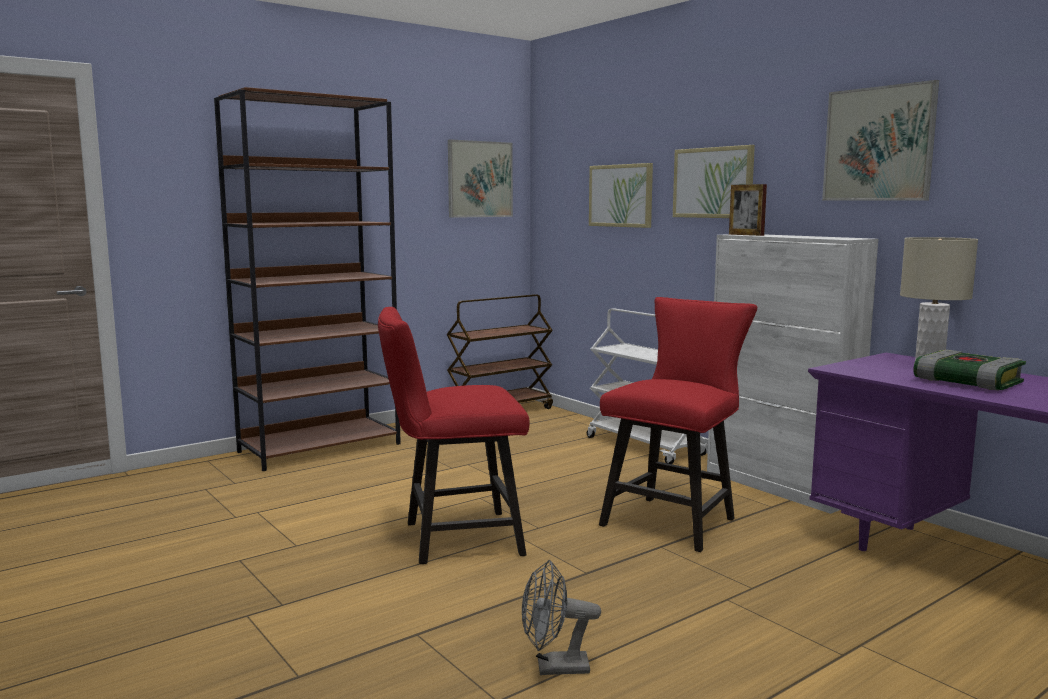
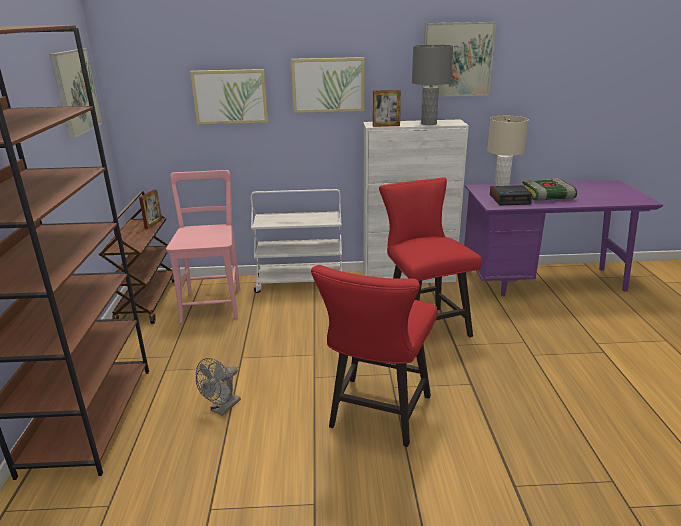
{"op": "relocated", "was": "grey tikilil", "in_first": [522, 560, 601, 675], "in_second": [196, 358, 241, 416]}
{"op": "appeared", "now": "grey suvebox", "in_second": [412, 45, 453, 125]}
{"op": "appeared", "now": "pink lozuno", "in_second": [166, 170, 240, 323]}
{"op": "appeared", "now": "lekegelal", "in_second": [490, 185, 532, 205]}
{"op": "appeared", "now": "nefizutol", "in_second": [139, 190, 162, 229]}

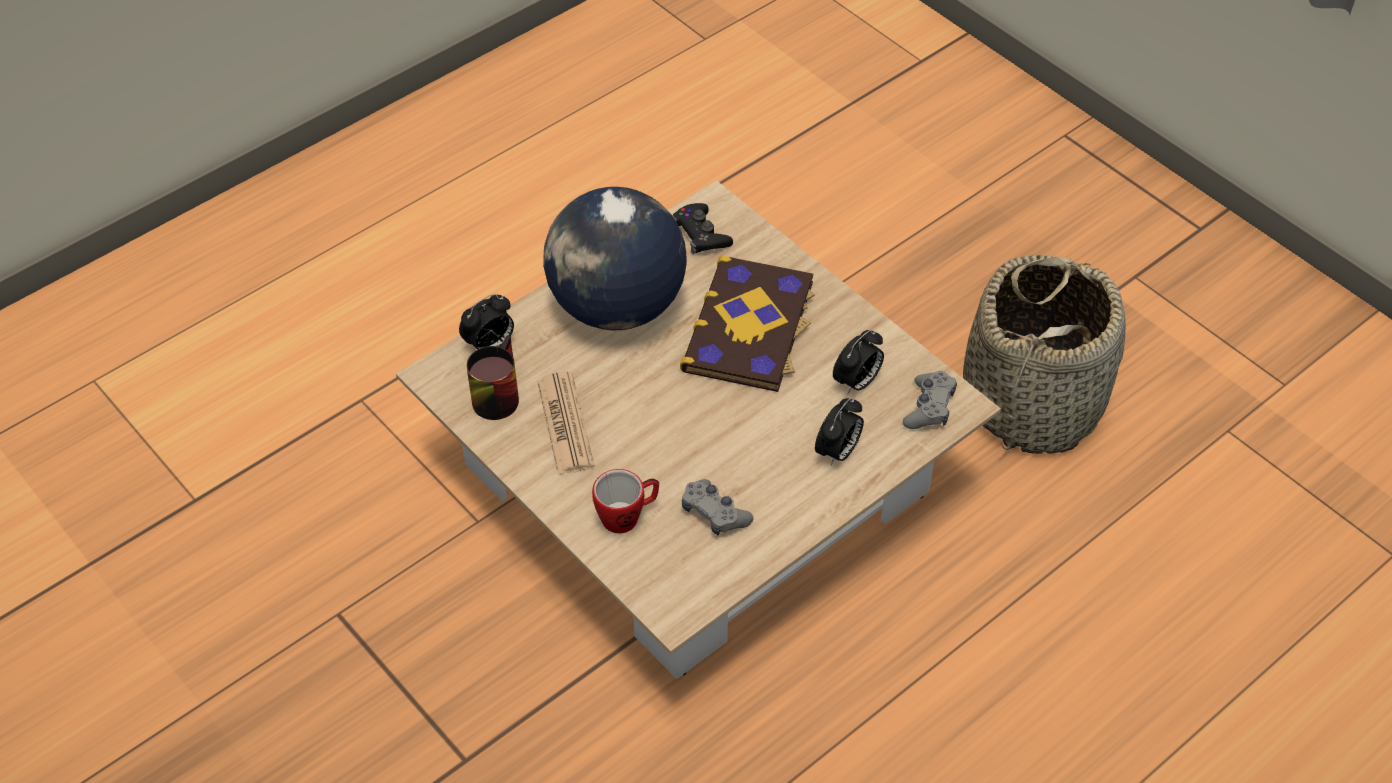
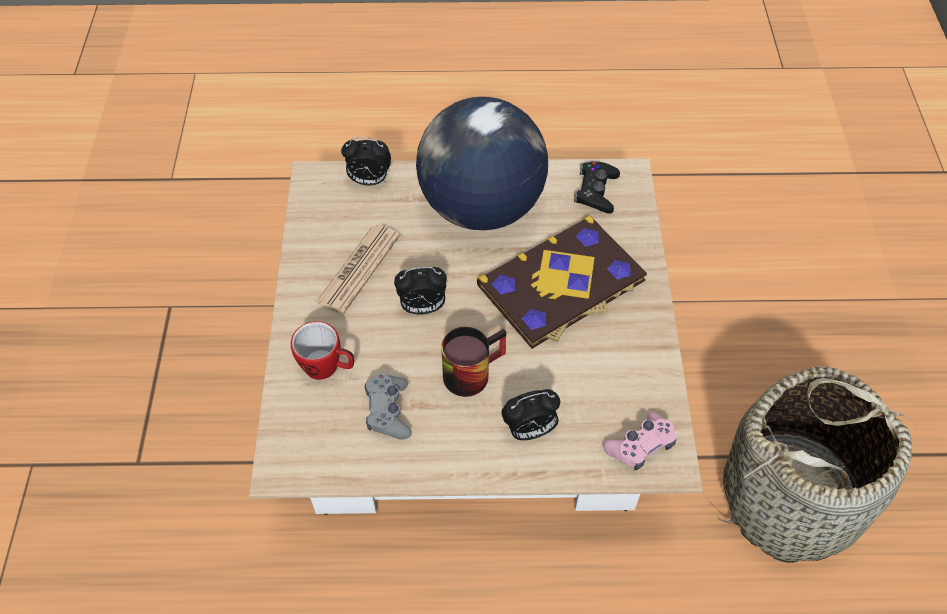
{"op": "relocated", "was": "lekegelal", "in_first": [833, 330, 884, 394], "in_second": [394, 267, 447, 315]}
{"op": "relocated", "was": "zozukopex", "in_first": [467, 336, 519, 420], "in_second": [441, 327, 506, 397]}
{"op": "colour", "was": "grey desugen", "now": "pink desugen", "in_first": [903, 371, 957, 429], "in_second": [603, 412, 676, 470]}

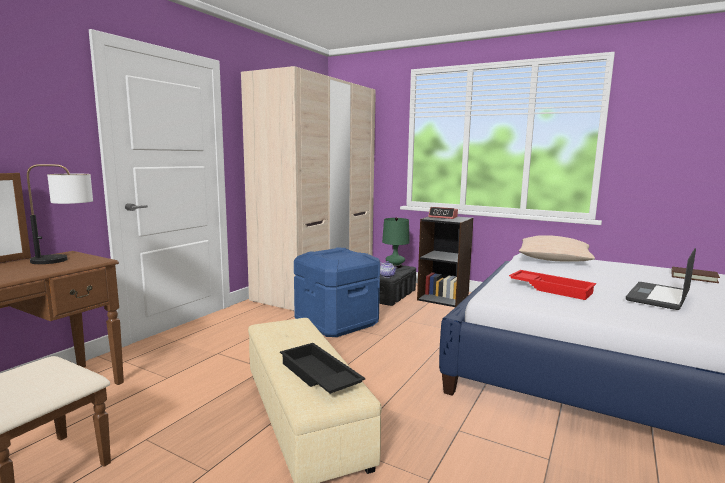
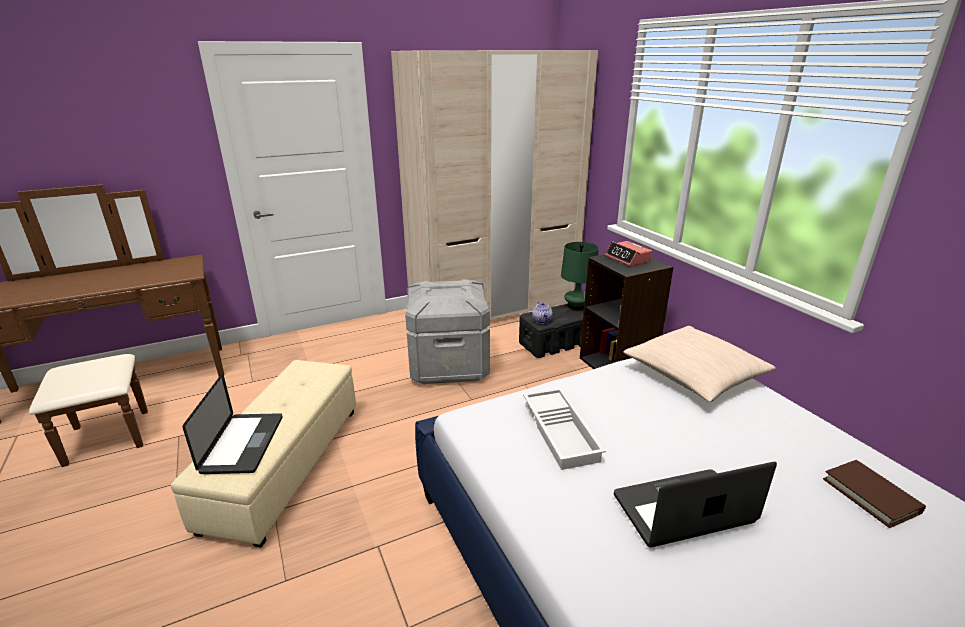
{"op": "missing", "was": "suvebox", "in_first": [27, 164, 93, 264]}
{"op": "colour", "was": "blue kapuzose", "now": "grey kapuzose", "in_first": [294, 247, 380, 337], "in_second": [405, 279, 490, 384]}
{"op": "colour", "was": "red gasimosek", "now": "white gasimosek", "in_first": [509, 270, 596, 300], "in_second": [523, 388, 606, 470]}
{"op": "exchanged", "was": "black gasimosek", "now": "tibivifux", "in_first": [280, 343, 365, 394], "in_second": [182, 374, 282, 474]}

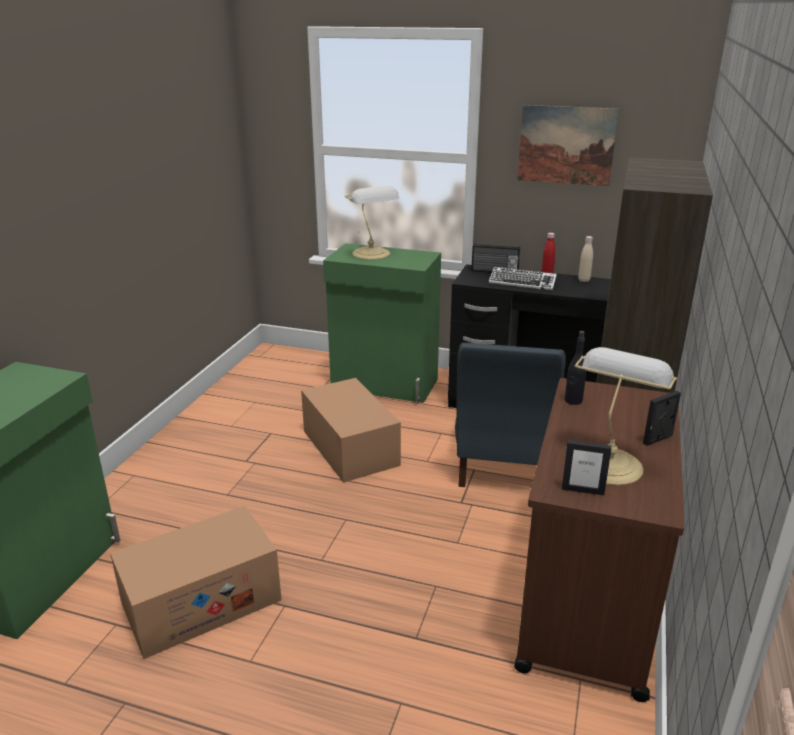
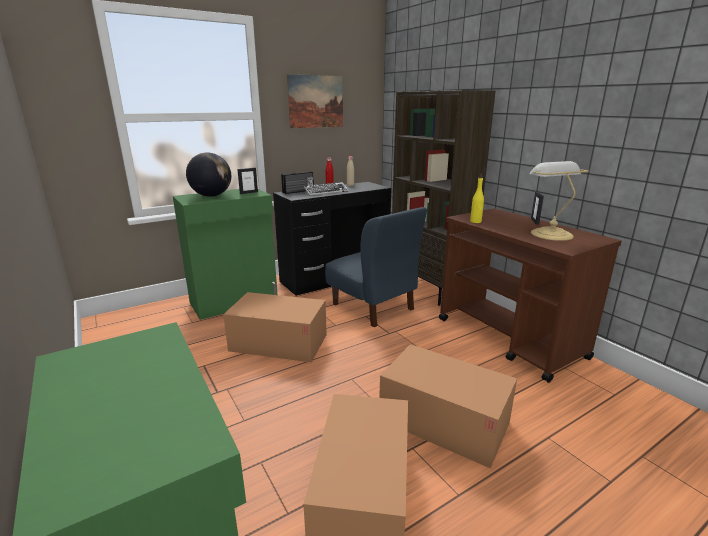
{"op": "exchanged", "was": "suvebox", "now": "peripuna", "in_first": [344, 185, 399, 260], "in_second": [186, 153, 231, 197]}
{"op": "colour", "was": "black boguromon", "now": "yellow boguromon", "in_first": [565, 331, 587, 405], "in_second": [470, 174, 484, 223]}
{"op": "relocated", "was": "nefizutol", "in_first": [562, 440, 611, 495], "in_second": [237, 168, 258, 194]}
{"op": "appeared", "now": "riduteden", "in_second": [379, 344, 517, 469]}

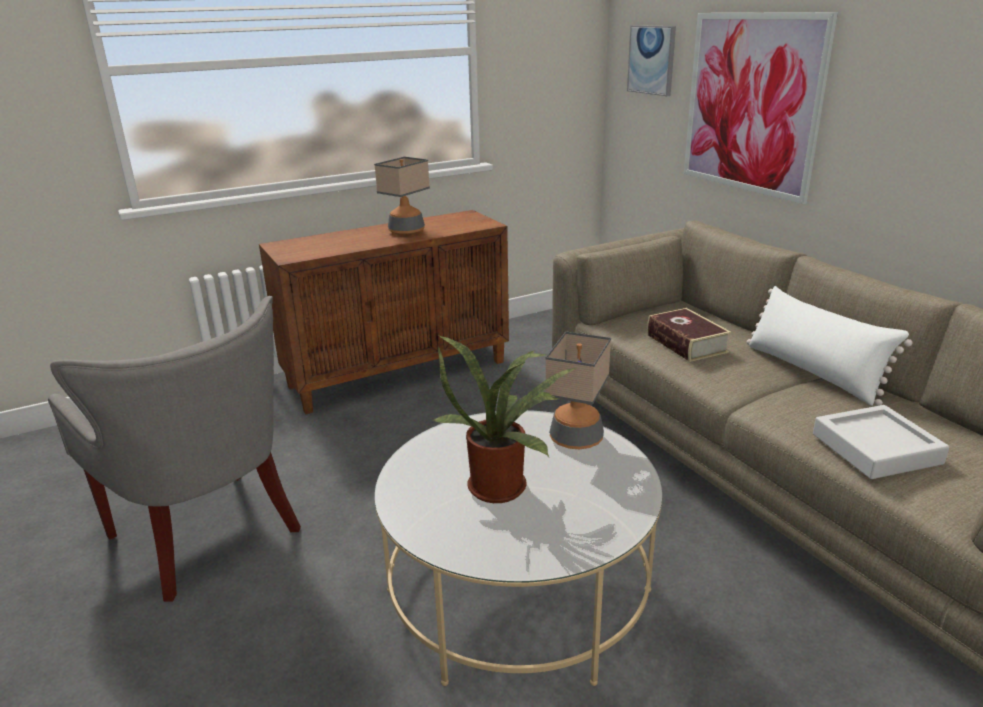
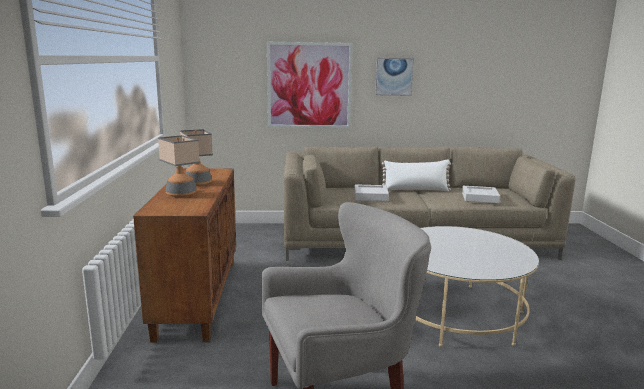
{"op": "relocated", "was": "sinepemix", "in_first": [627, 25, 676, 96], "in_second": [375, 58, 414, 96]}
{"op": "exchanged", "was": "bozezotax", "now": "grey gasimosek", "in_first": [647, 308, 731, 362], "in_second": [354, 184, 389, 201]}
{"op": "relocated", "was": "suvebox", "in_first": [546, 332, 611, 449], "in_second": [158, 135, 200, 197]}
{"op": "missing", "was": "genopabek", "in_first": [434, 336, 577, 503]}

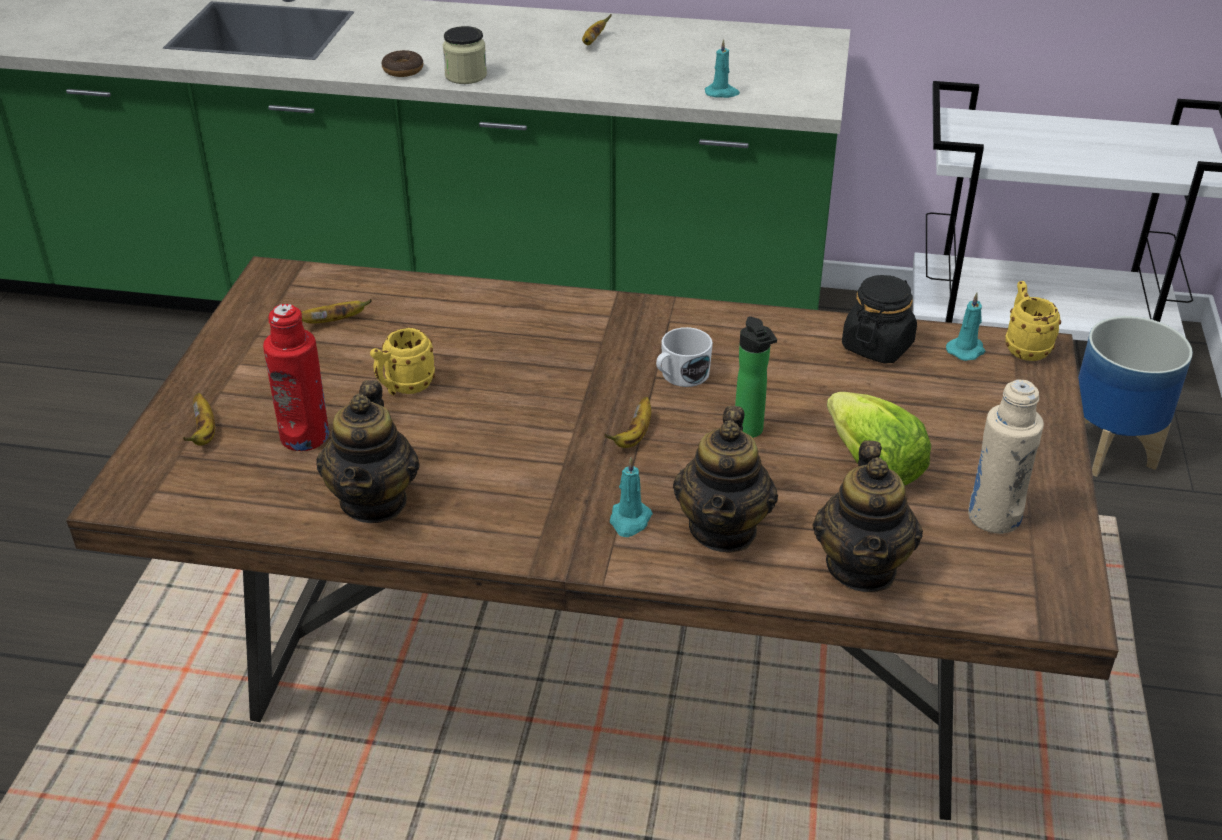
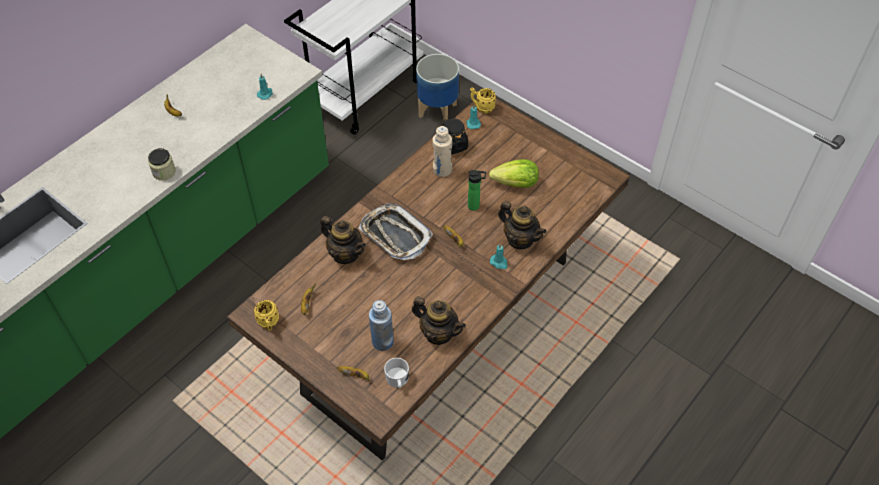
{"op": "missing", "was": "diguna", "in_first": [382, 50, 423, 77]}
{"op": "colour", "was": "red boguromon", "now": "blue boguromon", "in_first": [263, 304, 329, 451], "in_second": [369, 300, 394, 351]}
{"op": "relocated", "was": "white zozukopex", "in_first": [656, 327, 713, 387], "in_second": [384, 358, 409, 388]}
{"op": "relocated", "was": "yellow zozukopex", "in_first": [370, 328, 435, 395], "in_second": [254, 300, 279, 331]}
{"op": "relocated", "was": "beige boguromon", "in_first": [968, 380, 1044, 534], "in_second": [432, 126, 452, 177]}
{"op": "relocated", "was": "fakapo", "in_first": [813, 440, 923, 592], "in_second": [321, 216, 366, 264]}
{"op": "appeared", "now": "gasimosek", "in_second": [359, 203, 433, 260]}

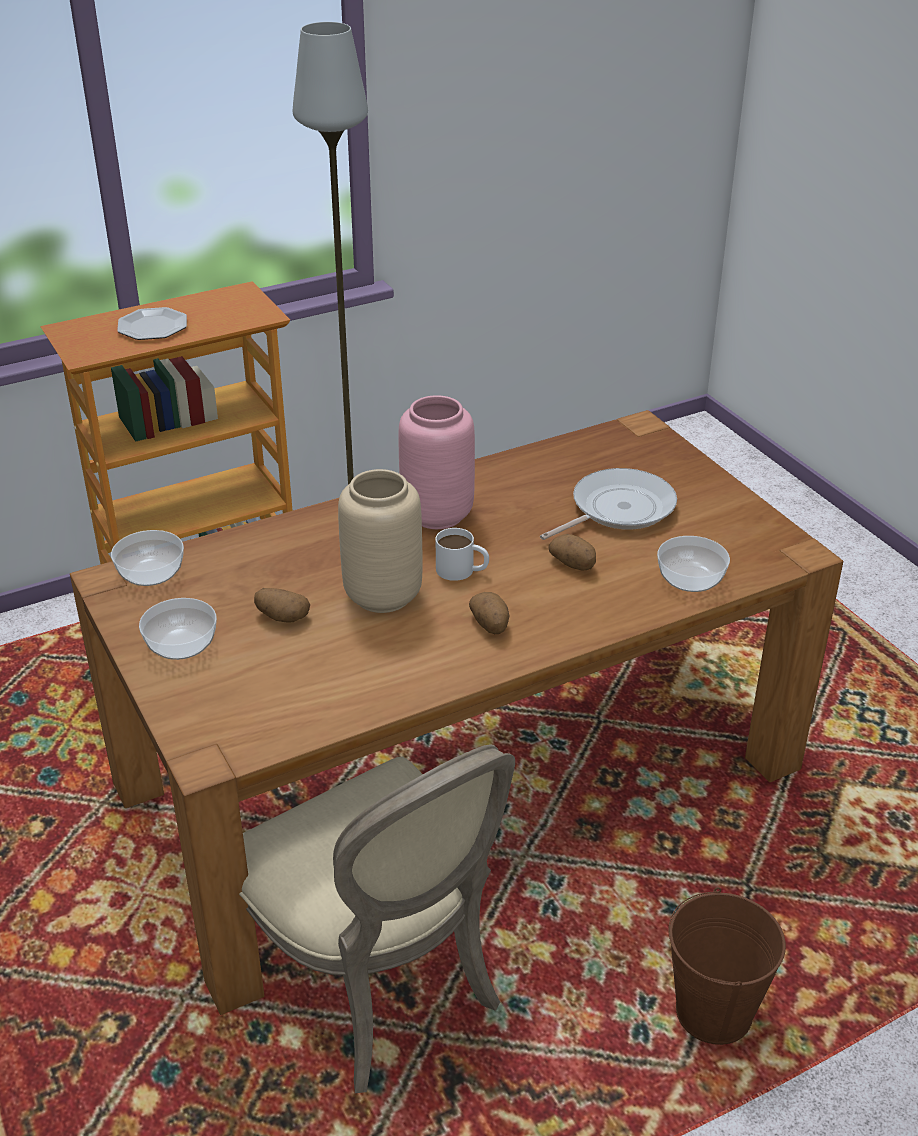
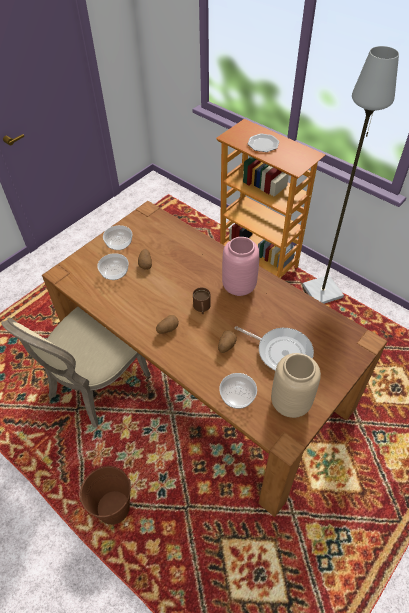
{"op": "relocated", "was": "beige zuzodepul", "in_first": [338, 469, 423, 613], "in_second": [271, 353, 321, 418]}
{"op": "colour", "was": "white zozukopex", "now": "brown zozukopex", "in_first": [436, 528, 489, 581], "in_second": [193, 287, 210, 314]}
{"op": "relocated", "was": "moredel", "in_first": [111, 530, 184, 586], "in_second": [97, 253, 129, 280]}

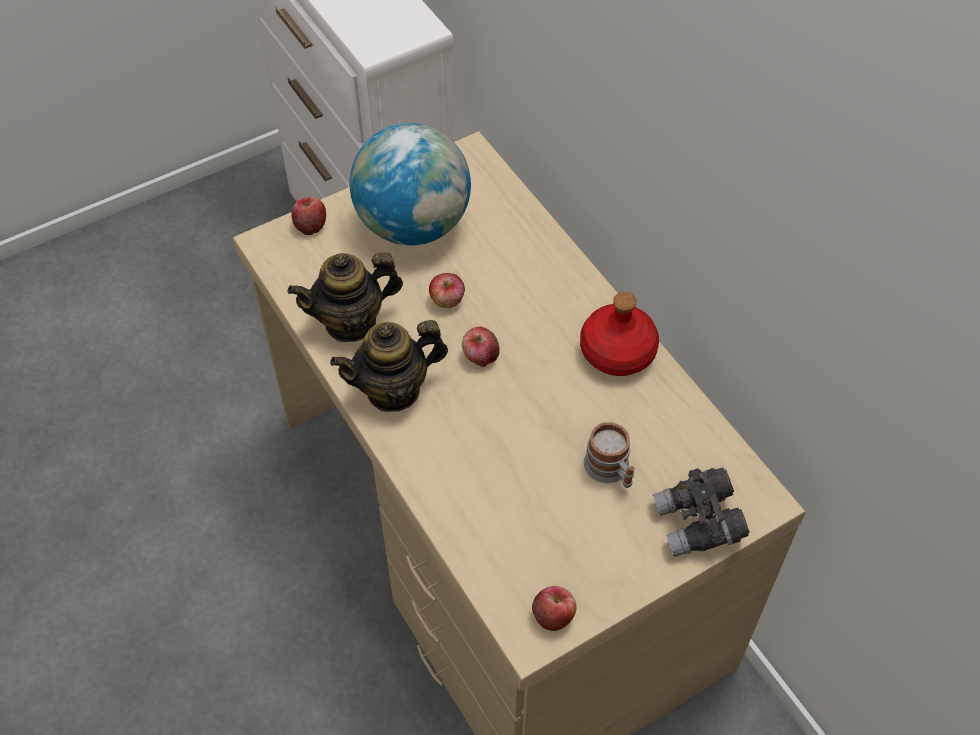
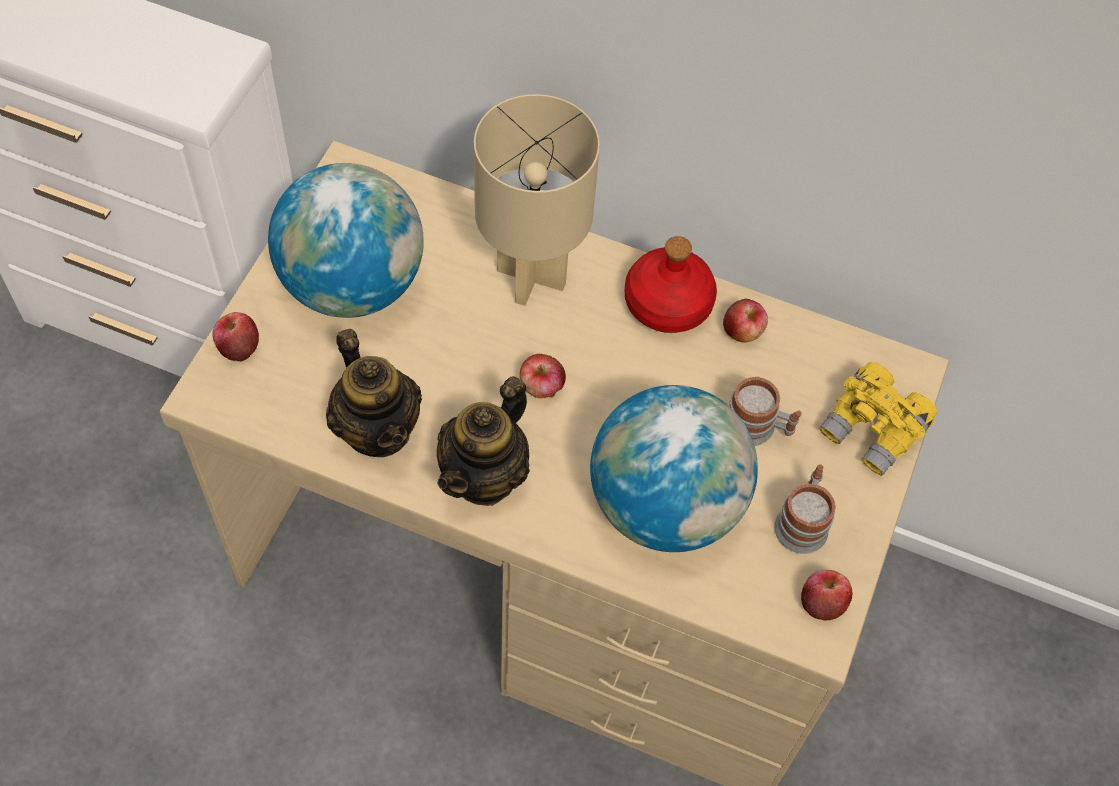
{"op": "spun", "was": "fakapo", "in_first": [288, 252, 403, 342], "in_second": [326, 329, 422, 457], "clockwise": -60}
{"op": "relocated", "was": "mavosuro", "in_first": [429, 273, 465, 308], "in_second": [723, 299, 768, 343]}
{"op": "colour", "was": "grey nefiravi", "now": "yellow nefiravi", "in_first": [653, 468, 750, 557], "in_second": [819, 362, 938, 476]}
{"op": "appeared", "now": "beige suvebox", "in_second": [474, 94, 600, 306]}
{"op": "appeared", "now": "peripuna", "in_second": [590, 385, 758, 552]}
{"op": "appeared", "now": "zozukopex", "in_second": [774, 464, 836, 554]}

